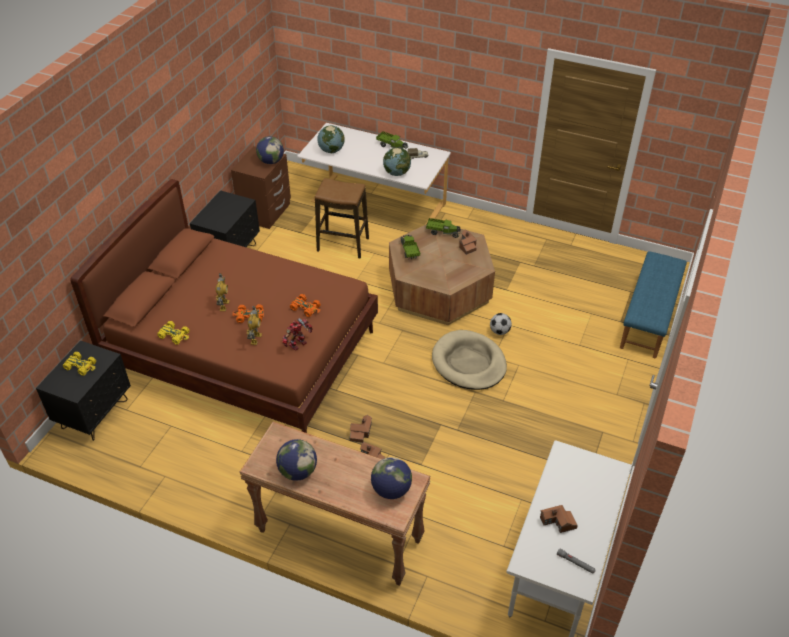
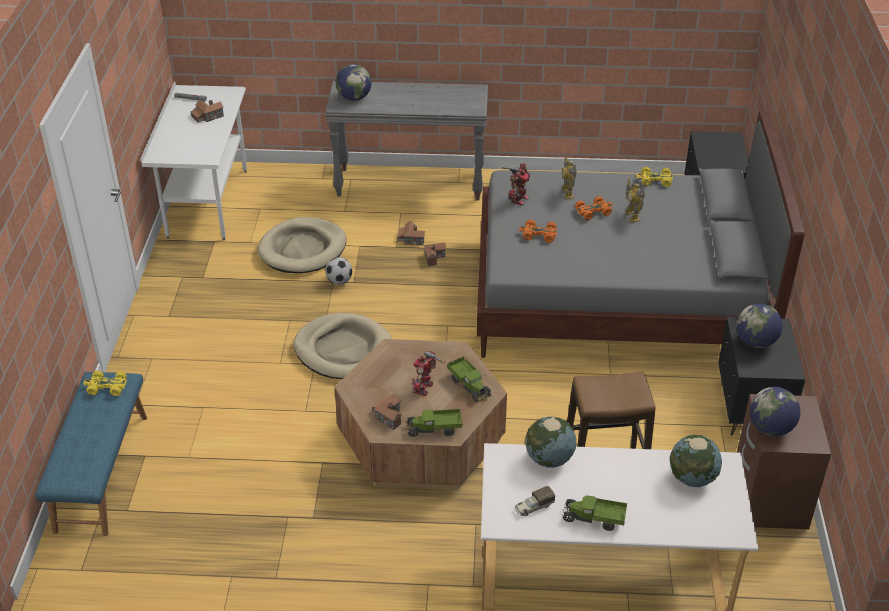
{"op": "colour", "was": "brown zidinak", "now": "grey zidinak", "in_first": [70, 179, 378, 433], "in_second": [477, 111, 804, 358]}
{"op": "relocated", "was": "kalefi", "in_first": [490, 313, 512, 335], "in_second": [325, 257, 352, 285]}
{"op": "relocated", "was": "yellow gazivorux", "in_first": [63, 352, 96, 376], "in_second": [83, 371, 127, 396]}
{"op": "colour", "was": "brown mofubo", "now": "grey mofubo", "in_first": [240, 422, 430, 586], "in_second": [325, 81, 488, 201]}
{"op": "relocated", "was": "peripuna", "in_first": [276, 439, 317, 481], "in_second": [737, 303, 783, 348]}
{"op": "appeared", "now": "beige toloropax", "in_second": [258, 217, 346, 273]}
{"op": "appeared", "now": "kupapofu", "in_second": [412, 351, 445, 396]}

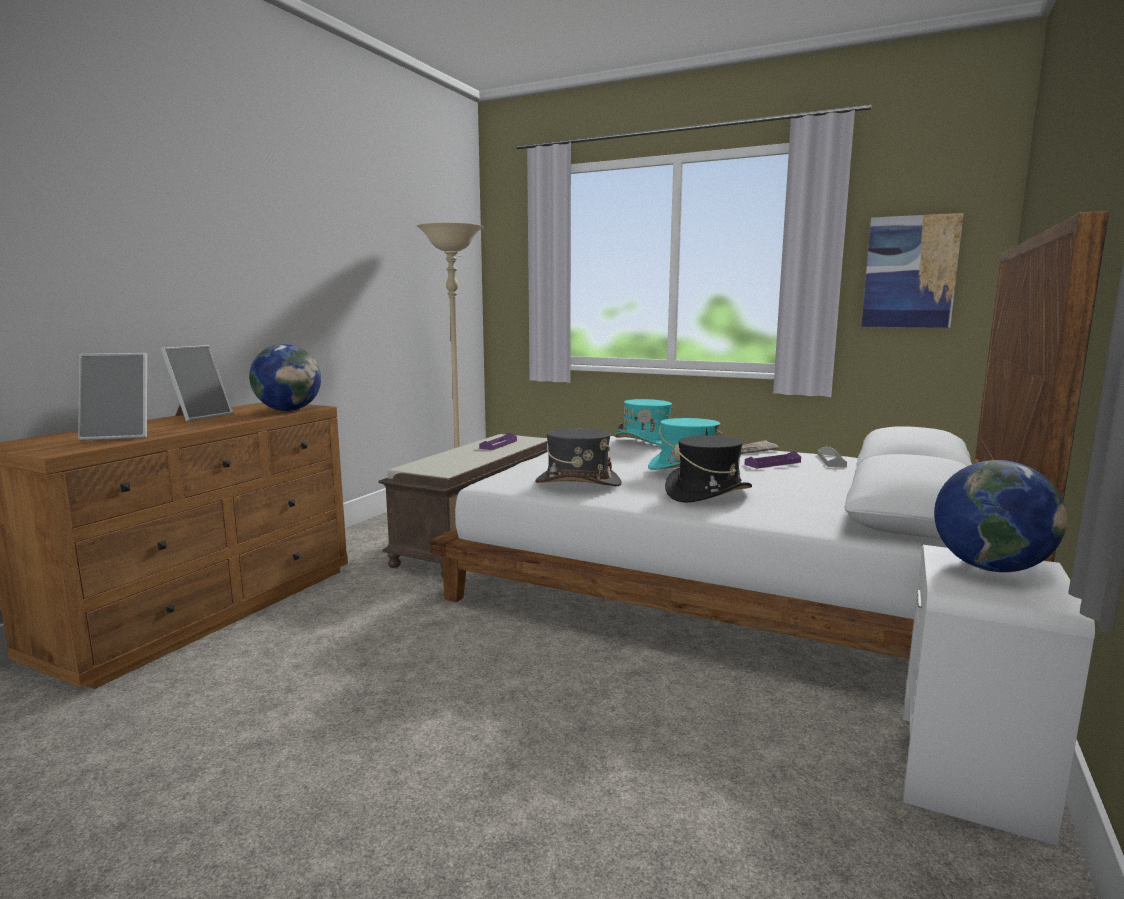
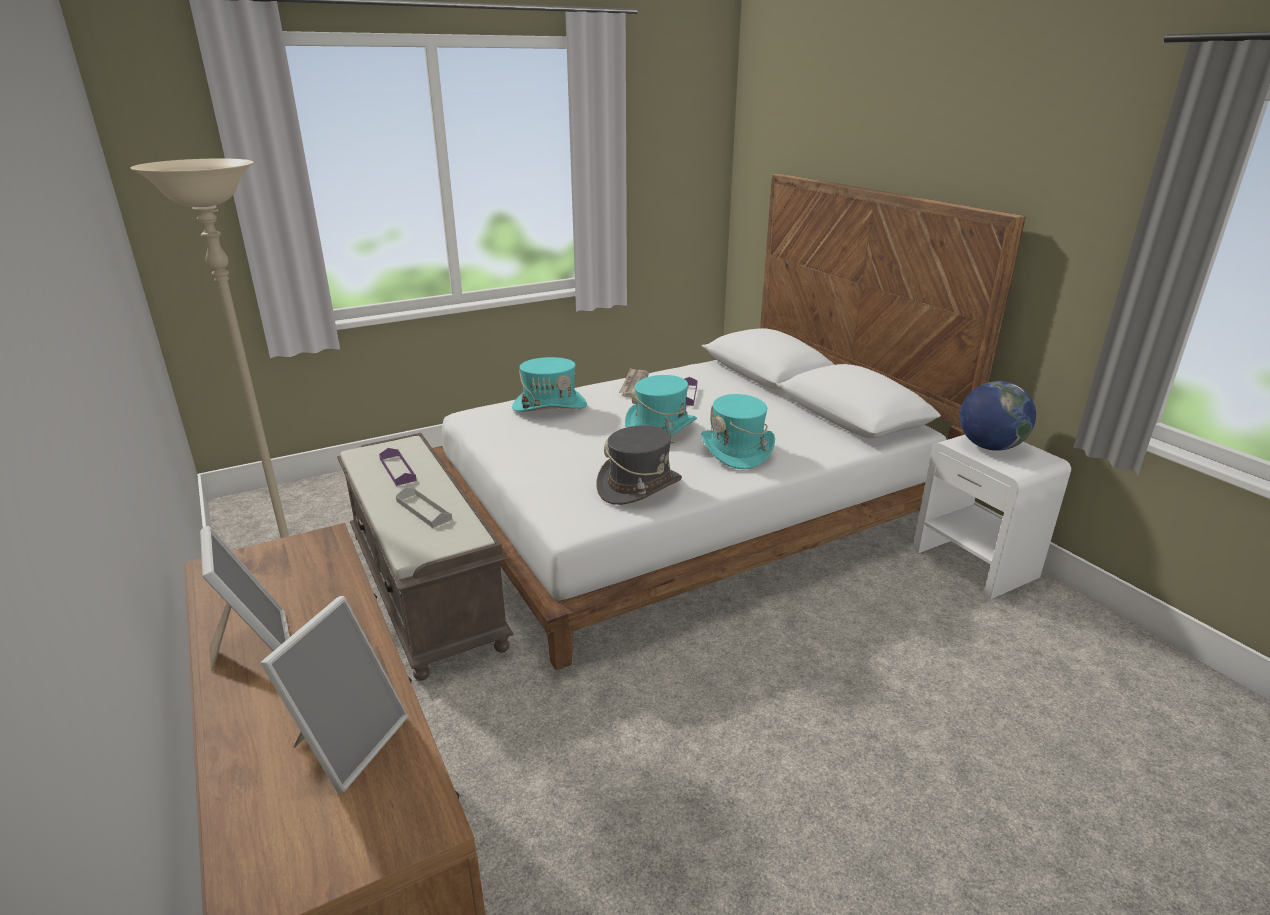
{"op": "missing", "was": "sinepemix", "in_first": [861, 213, 964, 328]}
{"op": "missing", "was": "peripuna", "in_first": [249, 344, 321, 411]}
{"op": "colour", "was": "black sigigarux", "now": "turquoise sigigarux", "in_first": [665, 435, 752, 503], "in_second": [701, 394, 775, 469]}
{"op": "relocated", "was": "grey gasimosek", "in_first": [818, 446, 847, 468], "in_second": [396, 488, 452, 528]}

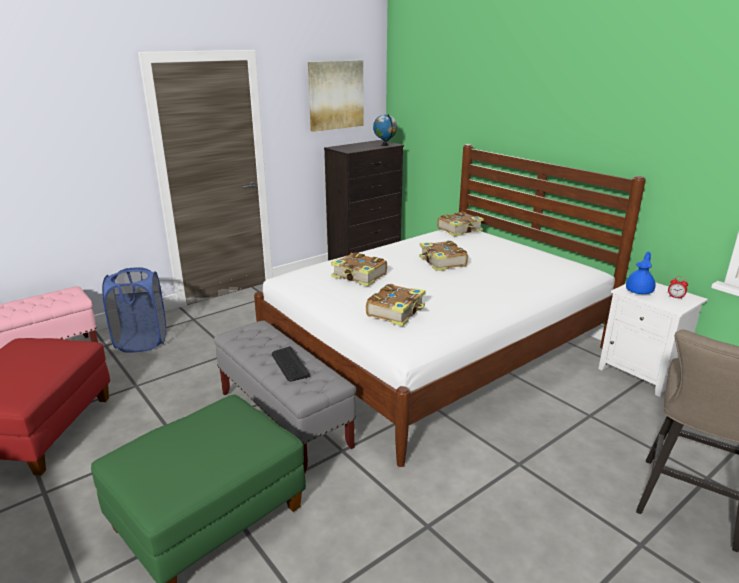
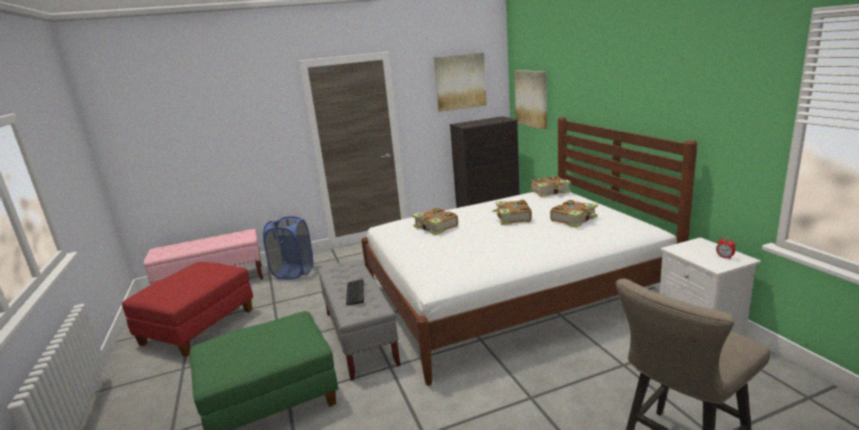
{"op": "missing", "was": "peripuna", "in_first": [373, 114, 397, 146]}
{"op": "missing", "was": "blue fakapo", "in_first": [626, 251, 656, 294]}
{"op": "relocated", "was": "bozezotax", "in_first": [366, 284, 426, 326], "in_second": [550, 200, 598, 228]}
{"op": "appeared", "now": "sinepemix", "in_second": [514, 70, 547, 129]}

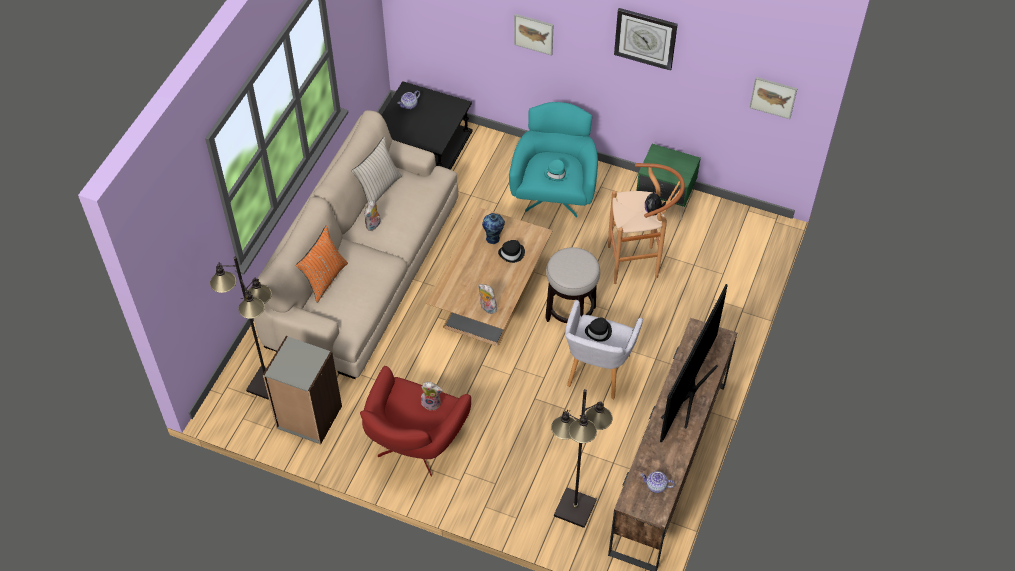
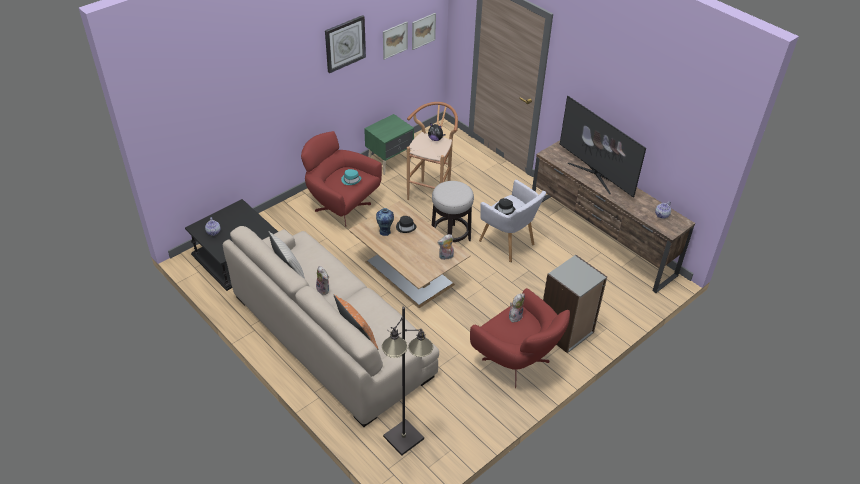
{"op": "relocated", "was": "sinepemix", "in_first": [514, 14, 554, 56], "in_second": [383, 22, 408, 60]}
{"op": "colour", "was": "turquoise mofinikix", "now": "red mofinikix", "in_first": [509, 102, 598, 218], "in_second": [301, 131, 382, 226]}
{"op": "relocated", "was": "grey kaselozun", "in_first": [263, 336, 342, 445], "in_second": [543, 255, 607, 353]}
{"op": "missing", "was": "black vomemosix", "in_first": [551, 389, 613, 528]}

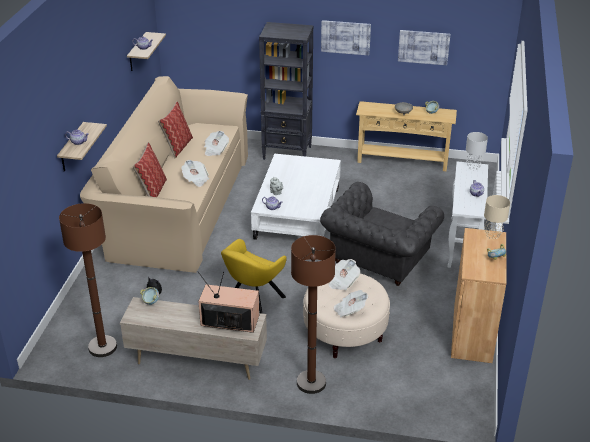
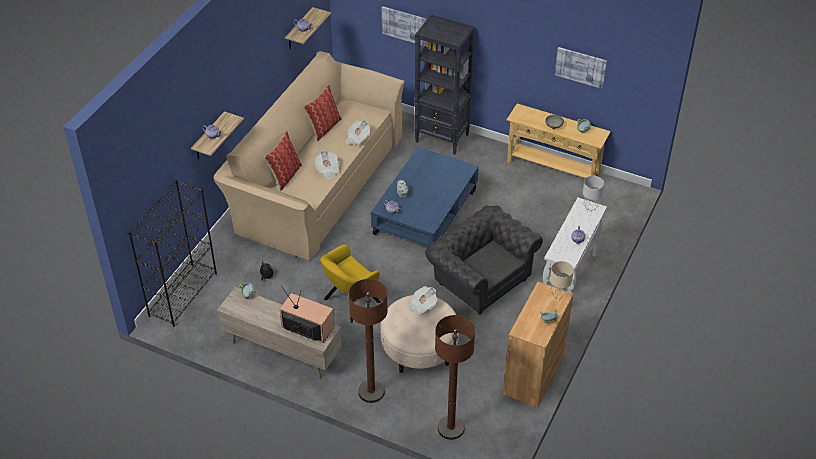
{"op": "relocated", "was": "sinepemix", "in_first": [321, 20, 371, 55], "in_second": [382, 6, 426, 46]}
{"op": "colour", "was": "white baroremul", "now": "blue baroremul", "in_first": [251, 154, 341, 240], "in_second": [371, 147, 479, 247]}
{"op": "spun", "was": "grey mofinikix", "in_first": [320, 182, 444, 286], "in_second": [425, 205, 543, 315], "clockwise": 90}
{"op": "relocated", "was": "brown vomemosix", "in_first": [59, 203, 117, 357], "in_second": [435, 315, 475, 440]}
{"op": "missing", "was": "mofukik", "in_first": [333, 290, 368, 317]}
{"op": "appeared", "now": "black kaselozun", "in_second": [128, 180, 217, 327]}

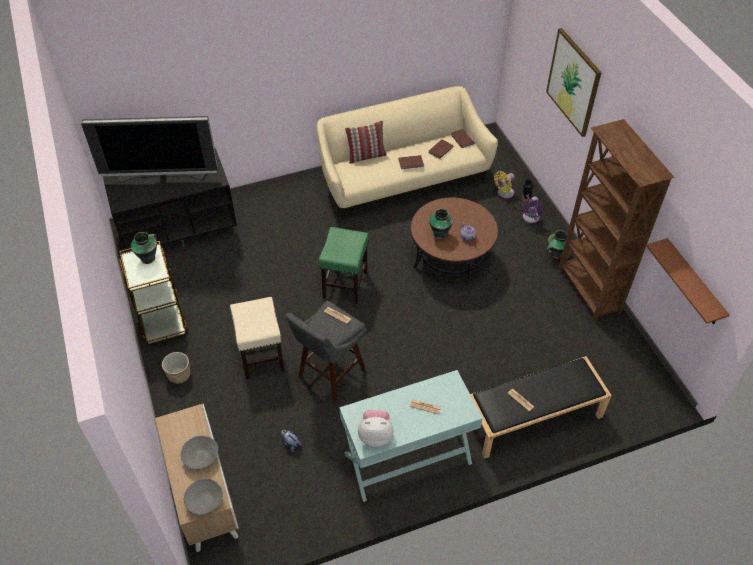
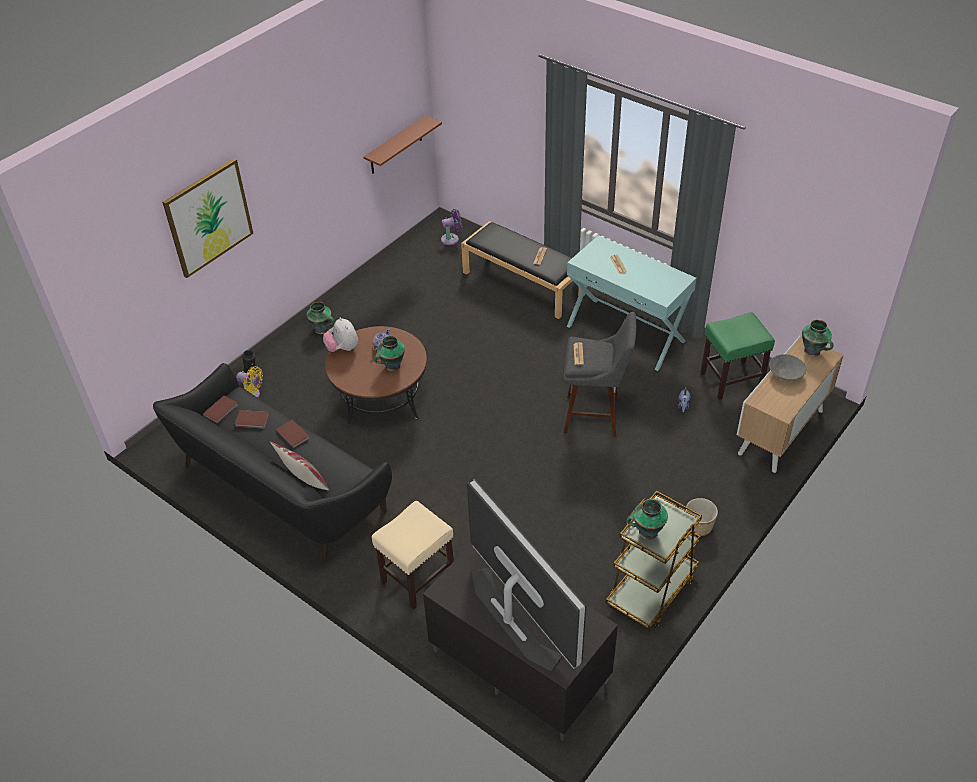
{"op": "colour", "was": "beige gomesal", "now": "black gomesal", "in_first": [316, 86, 498, 220], "in_second": [153, 363, 392, 563]}
{"op": "missing", "was": "brown kaselozun", "in_first": [558, 119, 675, 322]}
{"op": "relocated", "was": "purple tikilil", "in_first": [521, 197, 545, 223], "in_second": [441, 209, 463, 245]}
{"op": "relocated", "was": "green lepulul", "in_first": [319, 227, 369, 304], "in_second": [700, 312, 775, 400]}
{"op": "relocated", "was": "beige lepulul", "in_first": [230, 297, 284, 379], "in_second": [372, 501, 454, 610]}
{"op": "relocated", "was": "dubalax", "in_first": [358, 410, 394, 447], "in_second": [323, 317, 358, 352]}
{"op": "exchanged", "was": "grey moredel", "now": "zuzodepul", "in_first": [183, 478, 223, 515], "in_second": [802, 320, 834, 357]}

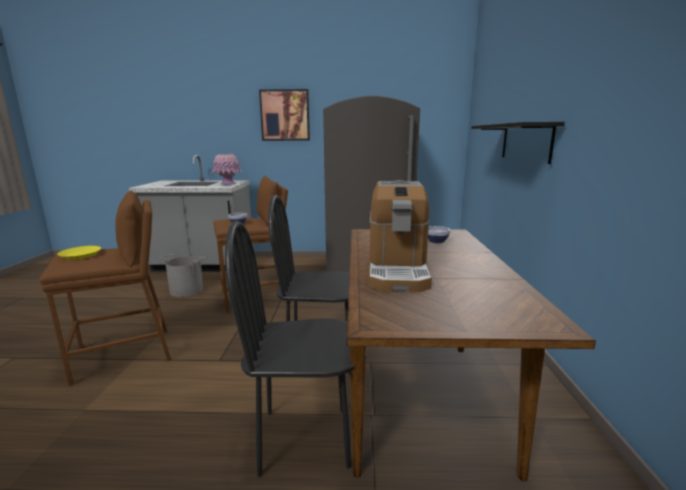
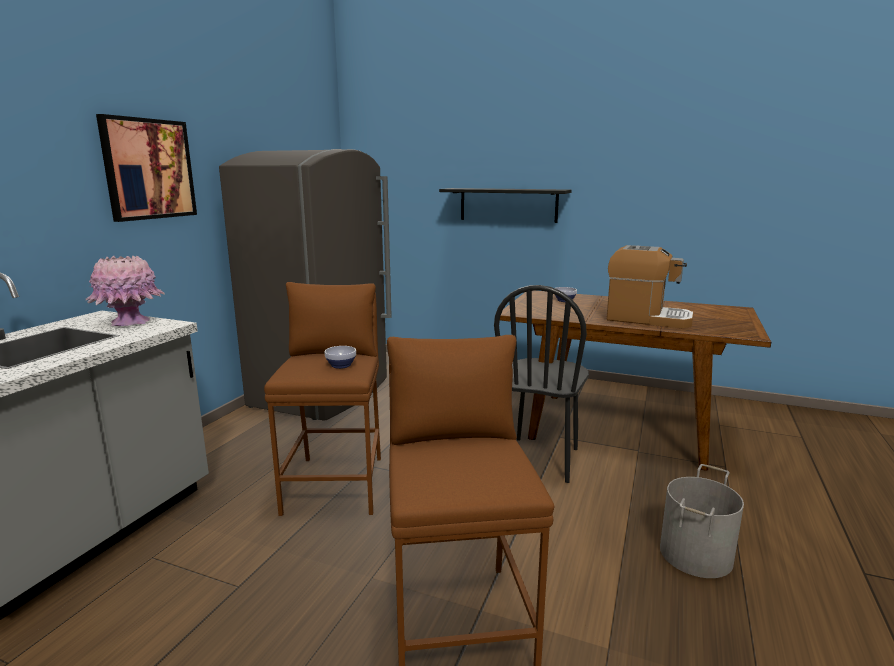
{"op": "missing", "was": "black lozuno", "in_first": [225, 221, 367, 477]}
{"op": "missing", "was": "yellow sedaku", "in_first": [57, 246, 101, 260]}
{"op": "relocated", "was": "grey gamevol", "in_first": [160, 254, 205, 297], "in_second": [660, 464, 744, 578]}

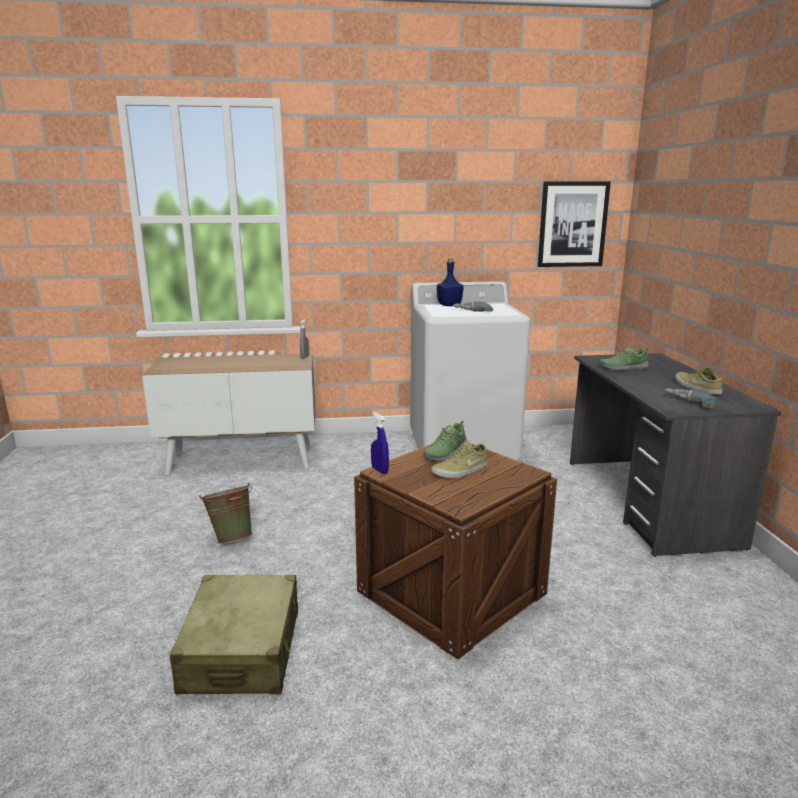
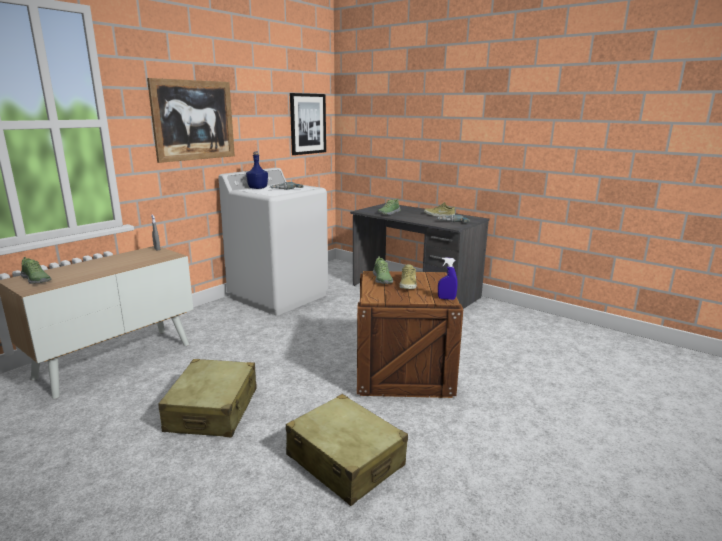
{"op": "relocated", "was": "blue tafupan", "in_first": [371, 412, 389, 474], "in_second": [438, 257, 457, 300]}
{"op": "exchanged", "was": "green gamevol", "now": "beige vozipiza", "in_first": [199, 483, 252, 544], "in_second": [158, 359, 257, 437]}
{"op": "appeared", "now": "sinepemix", "in_second": [147, 78, 235, 163]}
{"op": "appeared", "now": "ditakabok", "in_second": [20, 257, 52, 284]}

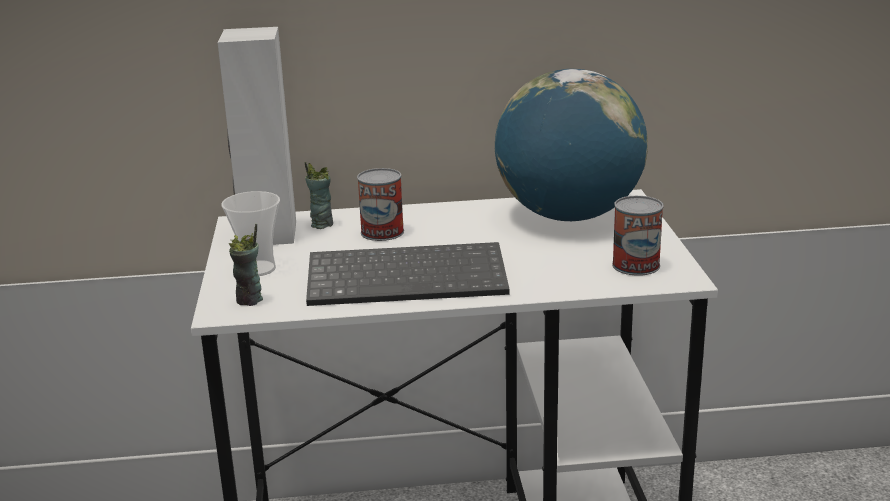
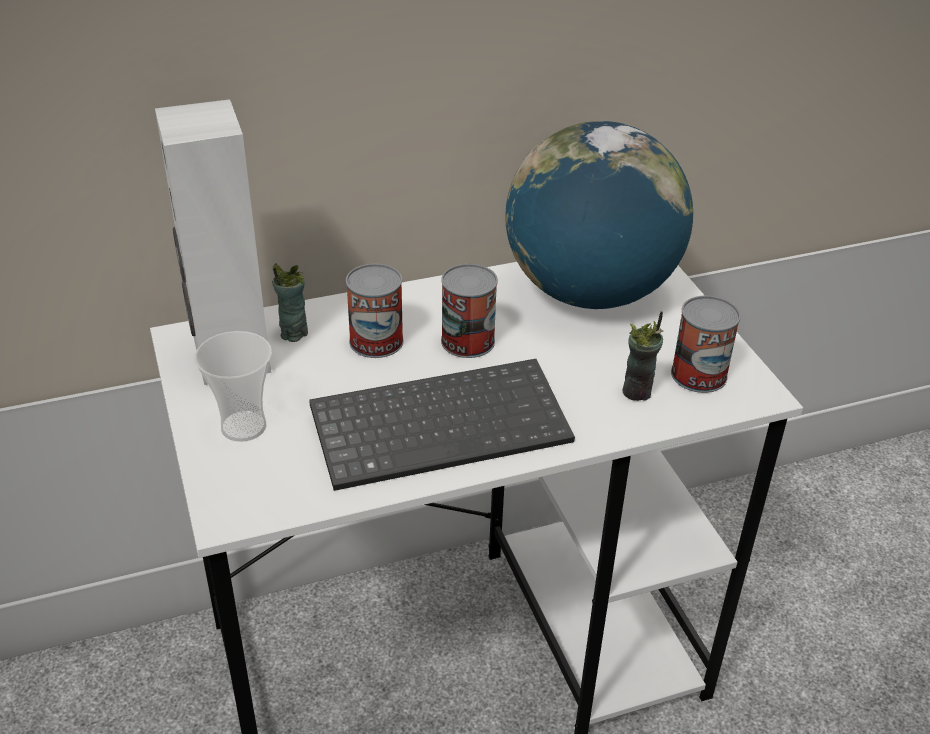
{"op": "relocated", "was": "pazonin", "in_first": [229, 224, 263, 306], "in_second": [623, 311, 663, 401]}
{"op": "appeared", "now": "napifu", "in_second": [441, 264, 498, 358]}

